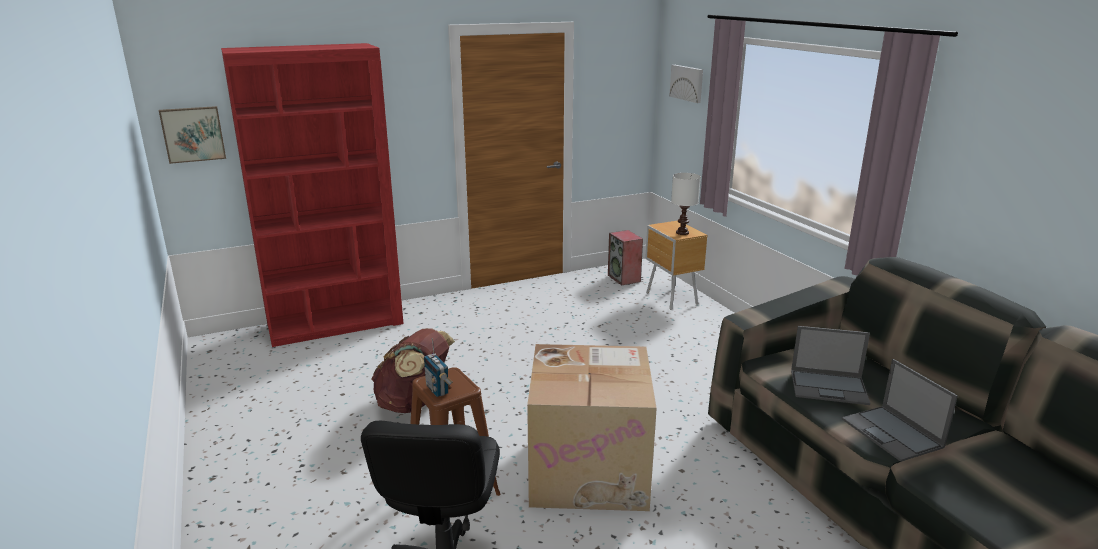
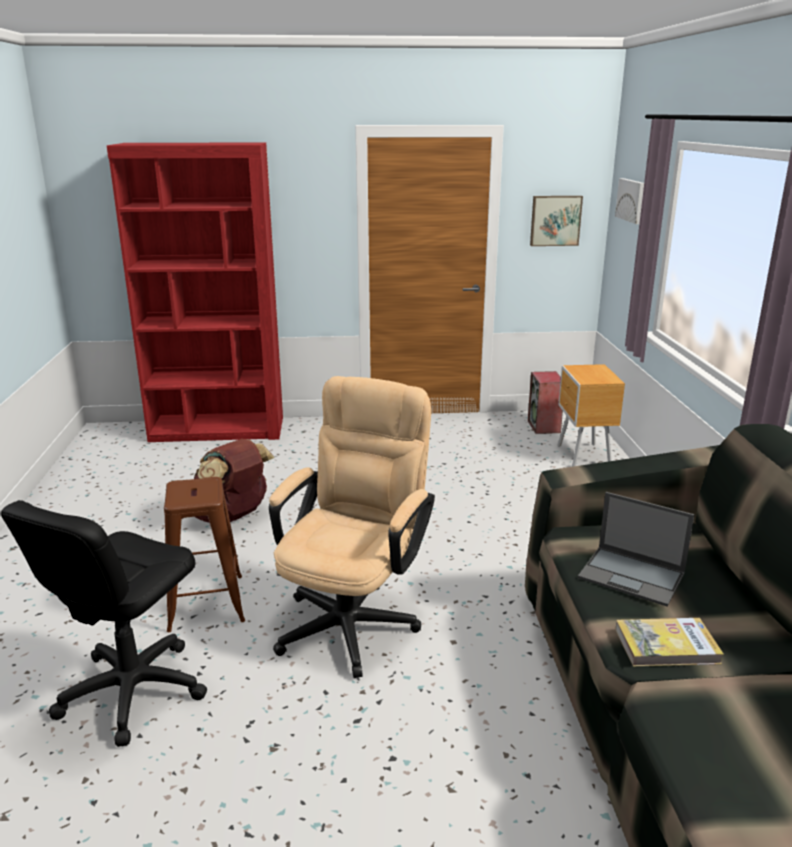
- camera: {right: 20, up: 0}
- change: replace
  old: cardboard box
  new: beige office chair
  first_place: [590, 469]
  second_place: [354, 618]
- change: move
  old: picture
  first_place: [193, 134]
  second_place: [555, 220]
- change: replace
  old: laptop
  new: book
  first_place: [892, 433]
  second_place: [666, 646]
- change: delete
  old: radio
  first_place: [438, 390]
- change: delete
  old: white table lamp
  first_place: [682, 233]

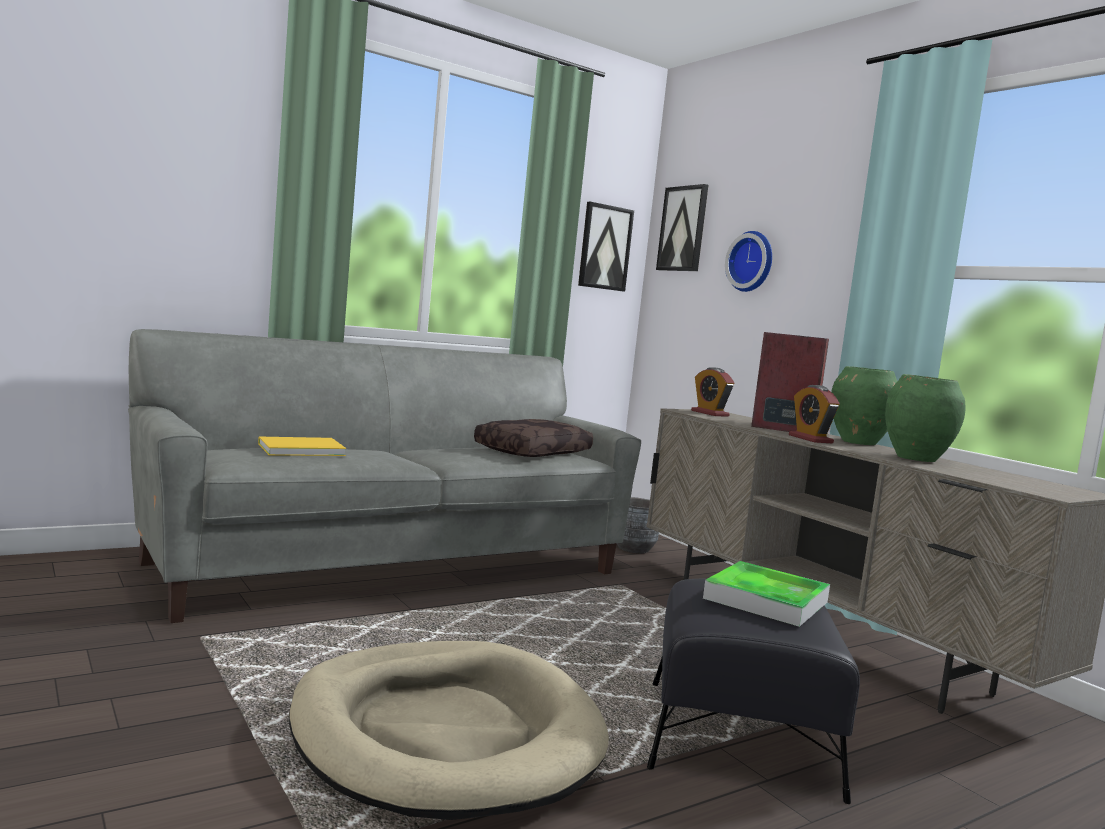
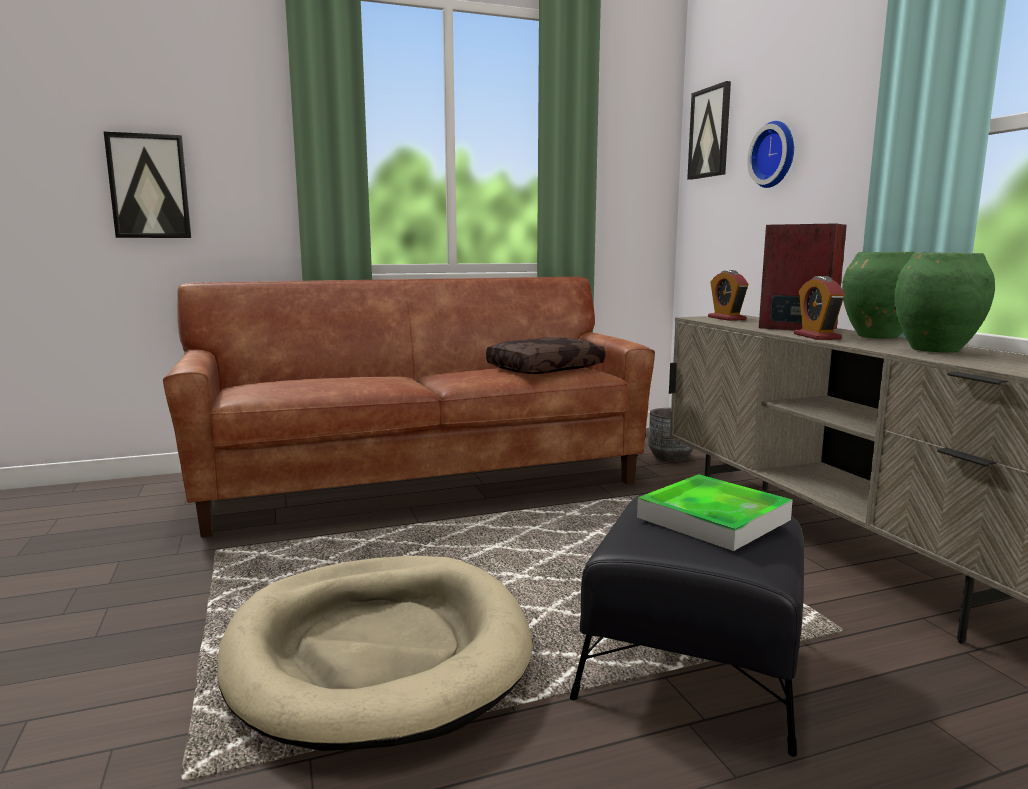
- camera: {right: 15, up: 5}
- change: move
  old: picture
  first_place: [605, 247]
  second_place: [149, 186]
- change: recolor
  old: grey sofa
  new: brown sofa
  first_place: [391, 568]
  second_place: [422, 482]
- change: delete
  old: yellow book
  first_place: [298, 449]

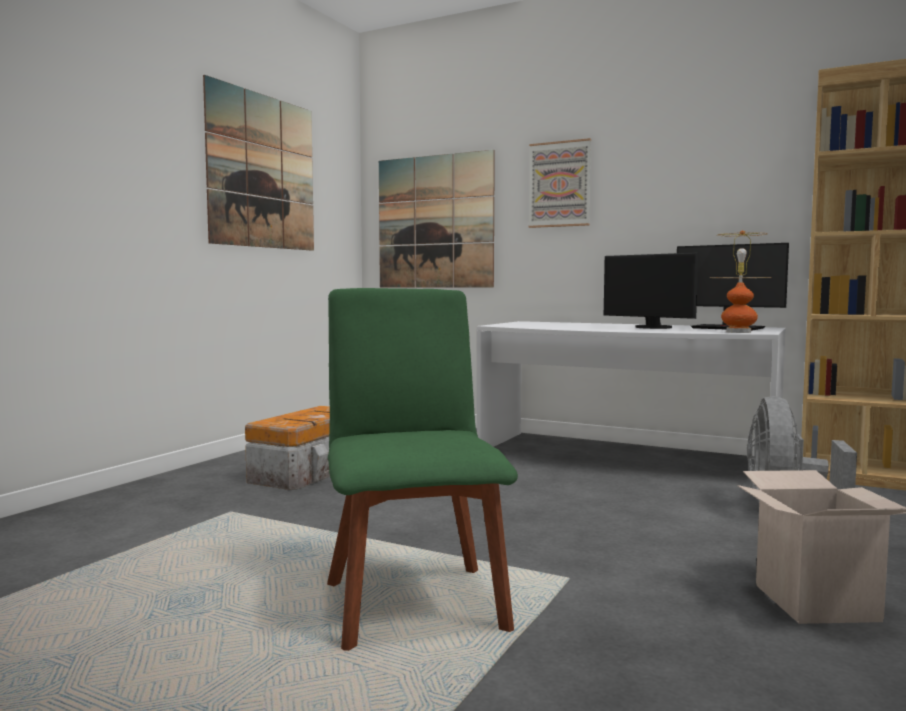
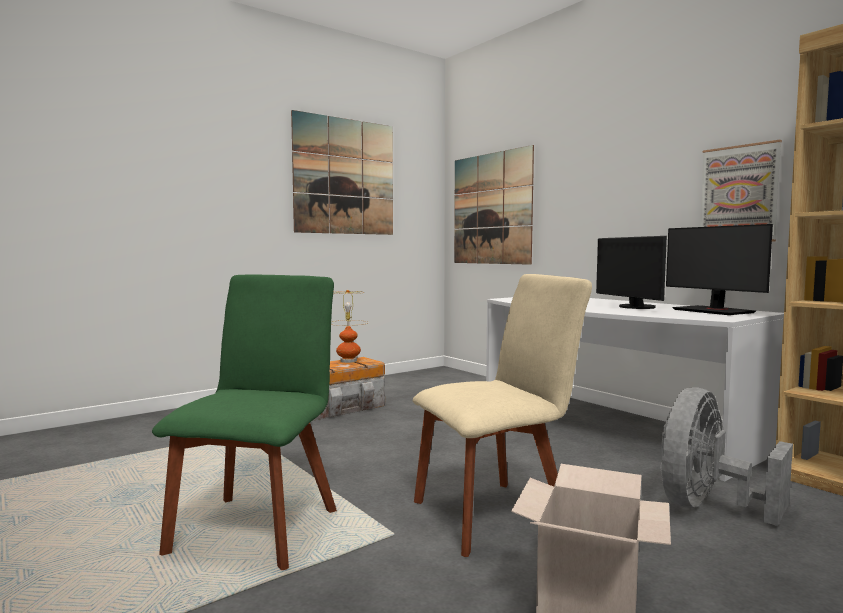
- camera: {right: 25, up: 0}
- change: move
  old: table lamp
  first_place: [738, 332]
  second_place: [348, 361]
- change: insert
  new: beige chair
  second_place: [496, 515]
- change: move
  old: picture
  first_place: [559, 184]
  second_place: [738, 194]

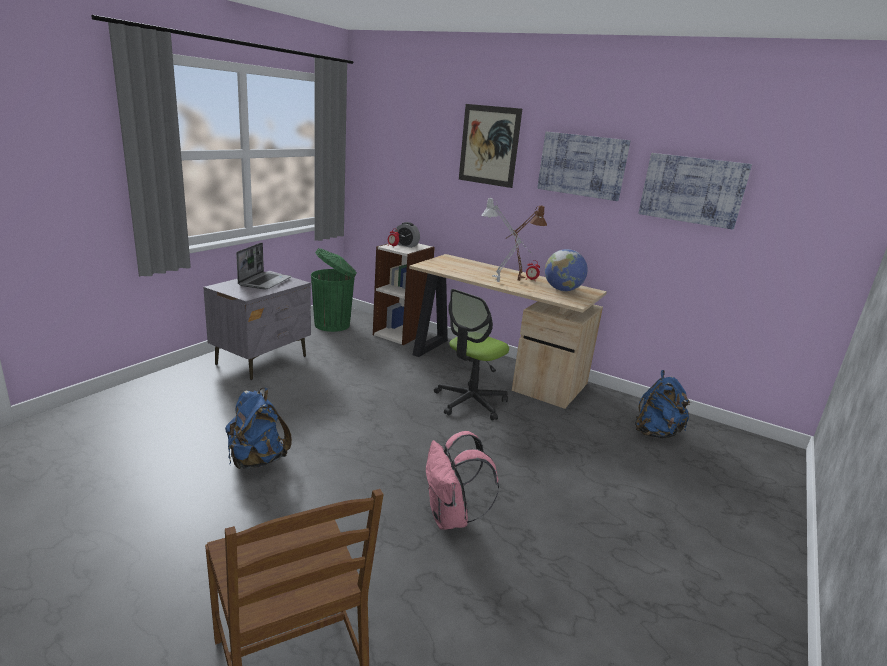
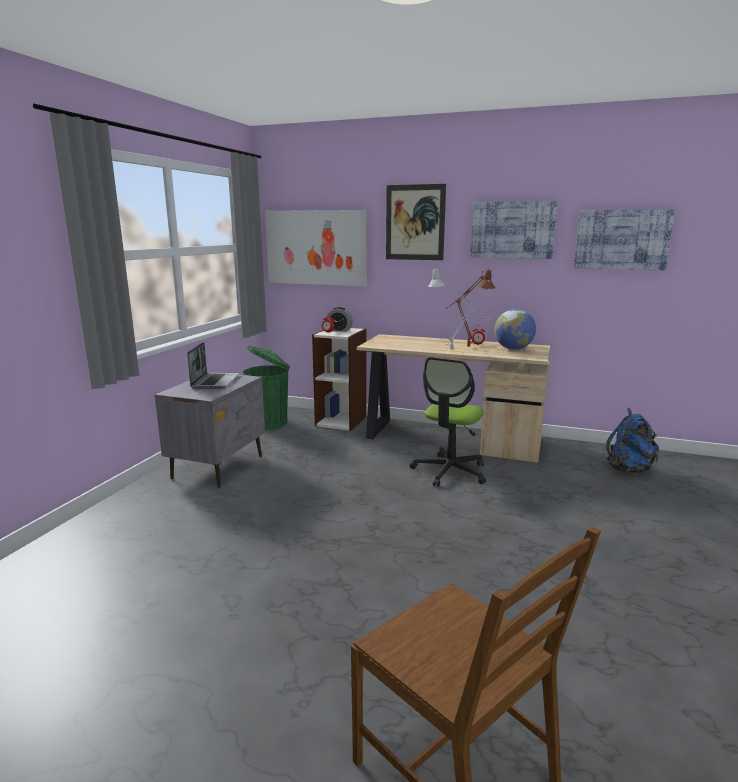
- camera: {right: -10, up: -5}
- change: insert
  new: picture
  second_place: [316, 247]
- change: delete
  old: blue backpack
  first_place: [256, 460]
- change: delete
  old: pink backpack
  first_place: [451, 518]

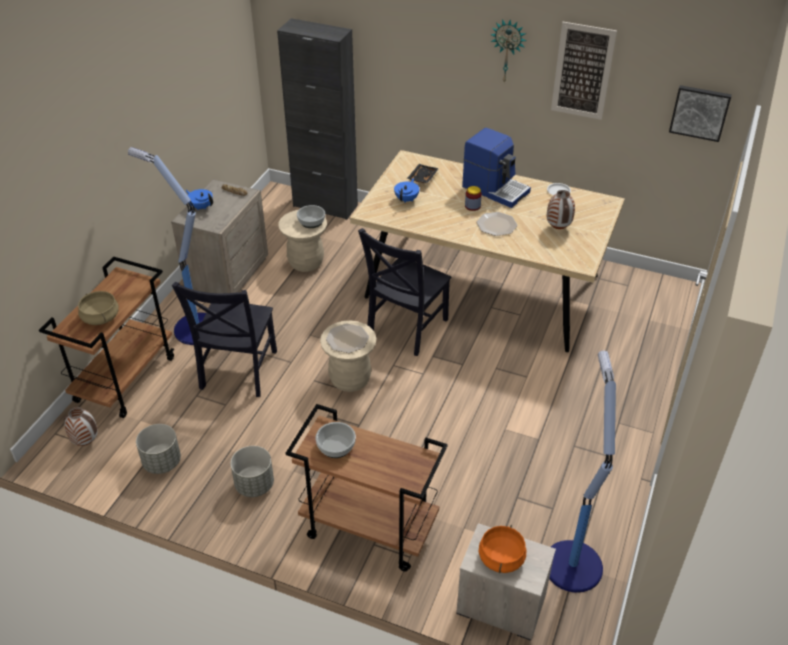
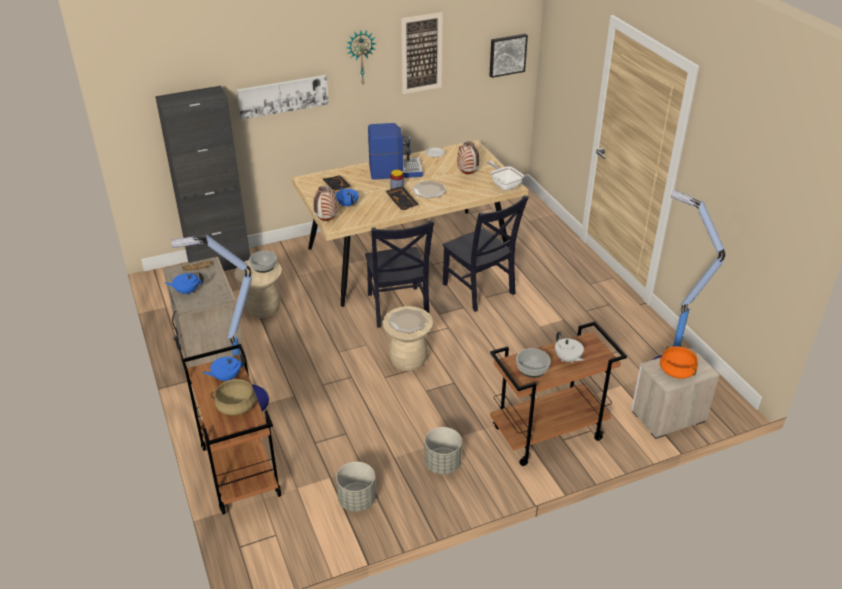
- camera: {right: -45, up: -5}
- change: insert
  new: blue teapot
  second_place: [226, 377]
- change: insert
  new: picture
  second_place: [283, 96]
- change: move
  old: vase
  first_place: [86, 442]
  second_place: [326, 220]
- change: insert
  new: black tray
  second_place: [402, 202]
- change: move
  old: black chair
  first_place: [237, 372]
  second_place: [480, 290]
- change: insert
  new: frying pan
  second_place: [504, 184]
- change: insert
  new: white teapot
  second_place: [567, 359]

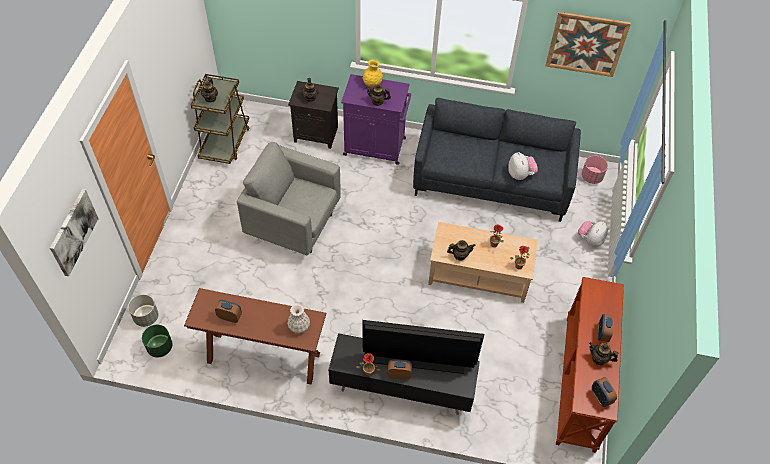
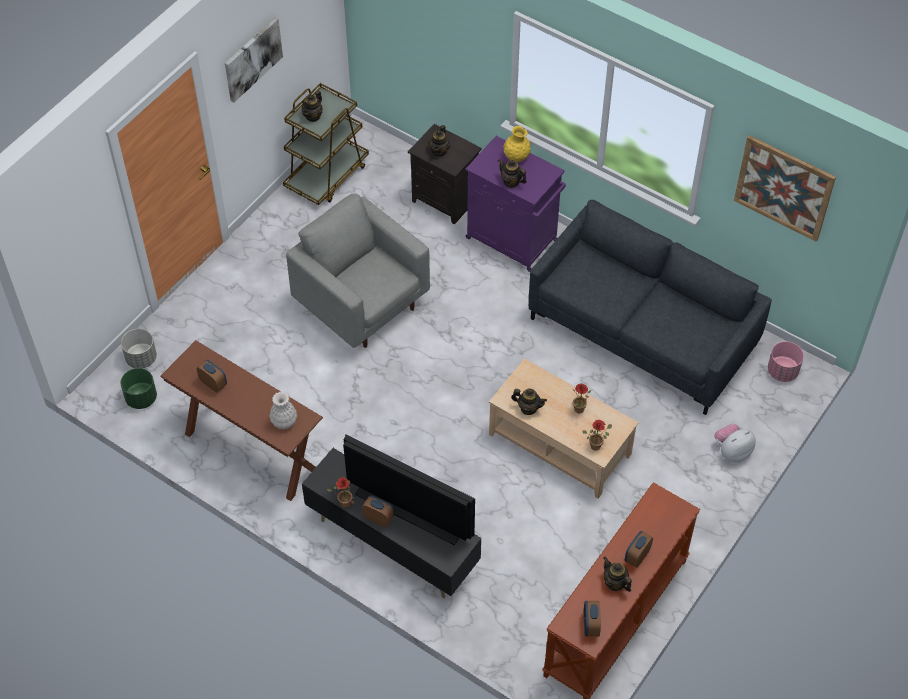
- camera: {right: 25, up: 0}
- change: move
  old: picture
  first_place: [73, 232]
  second_place: [252, 59]
- change: delete
  old: plush toy
  first_place: [520, 175]

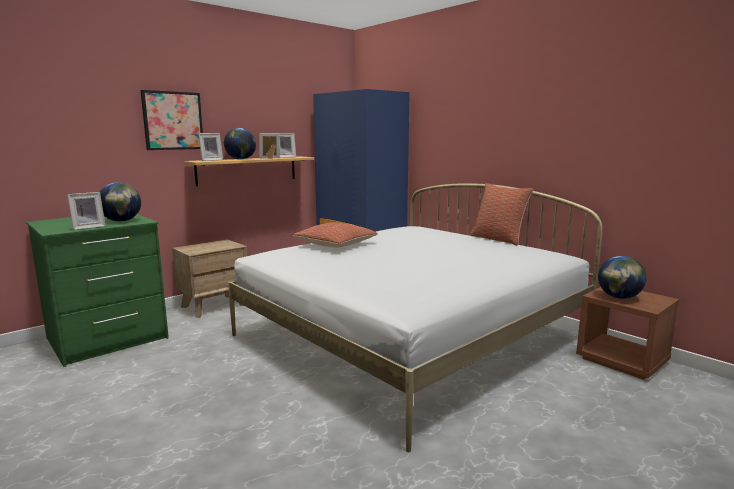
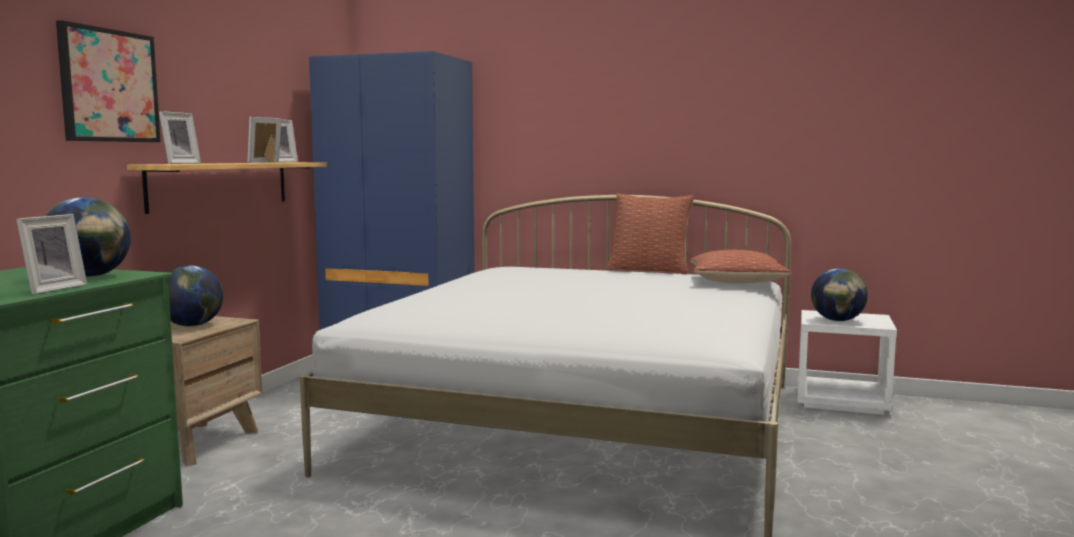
- camera: {right: -30, up: -5}
- change: move
  old: globe
  first_place: [241, 159]
  second_place: [192, 325]
- change: move
  old: pillow
  first_place: [336, 245]
  second_place: [736, 282]
- change: recolor
  old: brown nightstand
  new: white nightstand
  first_place: [622, 360]
  second_place: [842, 401]

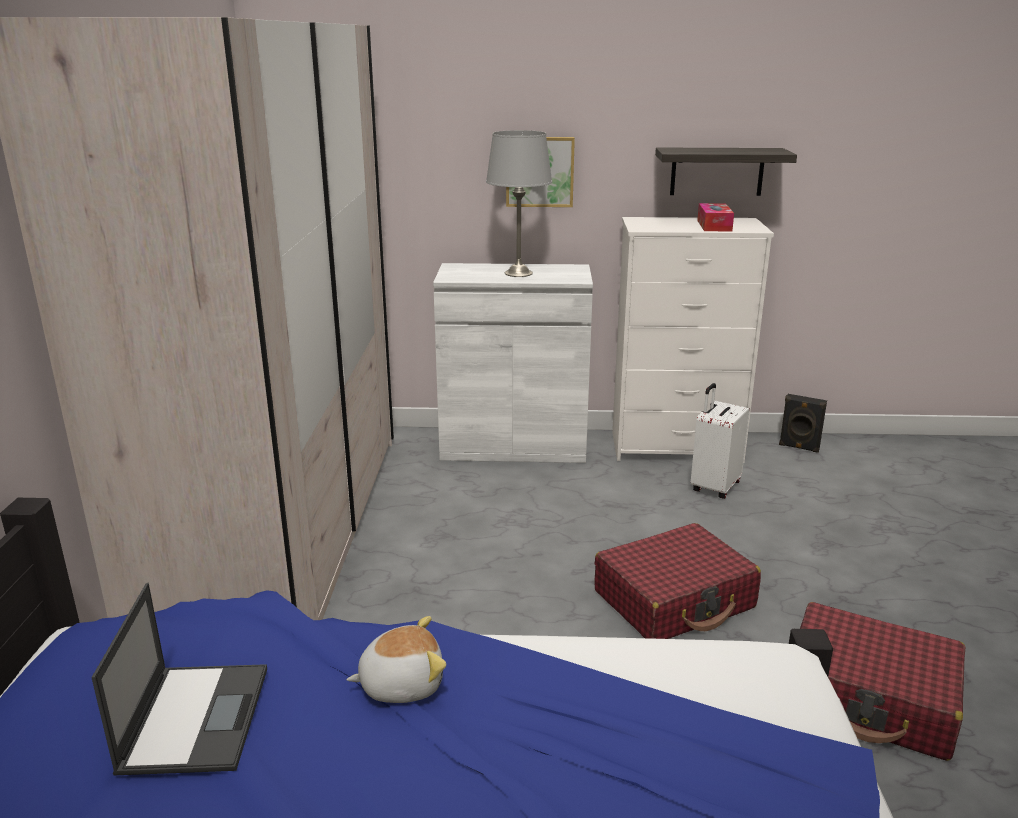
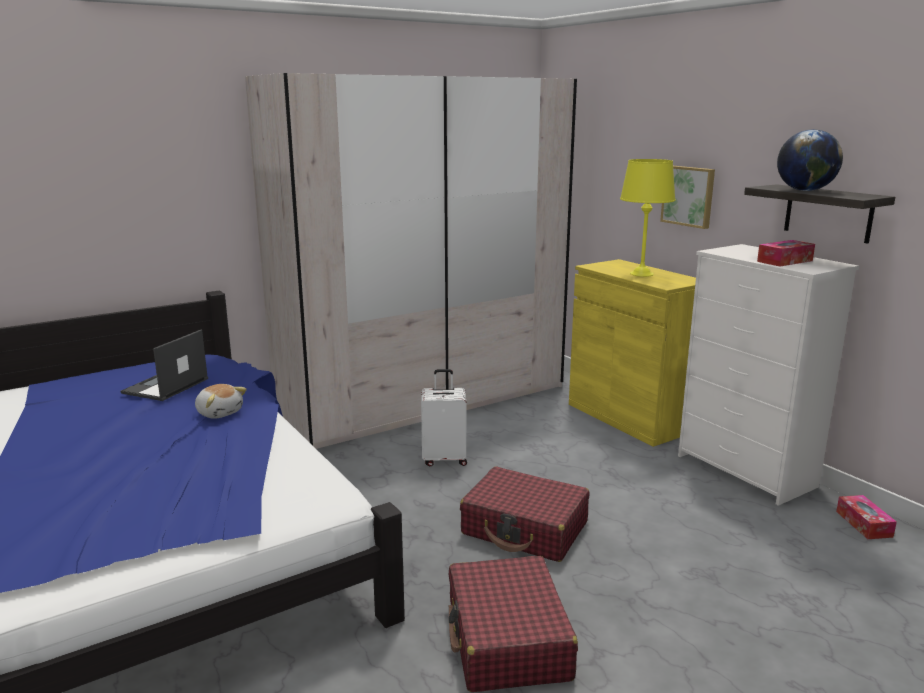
- camera: {right: 55, up: -5}
- change: rotate
  old: laptop
  first_place: [195, 717]
  second_place: [165, 386]
  degrees: 150
- change: move
  old: white suitcase
  first_place: [714, 487]
  second_place: [444, 459]
- change: recolor
  old: white cabinet
  new: yellow cabinet
  first_place: [513, 445]
  second_place: [629, 417]
- change: recolor
  old: grey table lamp
  new: yellow table lamp
  first_place: [518, 273]
  second_place: [641, 274]
- change: insert
  new: globe
  second_place: [805, 190]
- change: replace
  old: black speaker
  new: tissue box
  first_place: [798, 447]
  second_place: [863, 524]

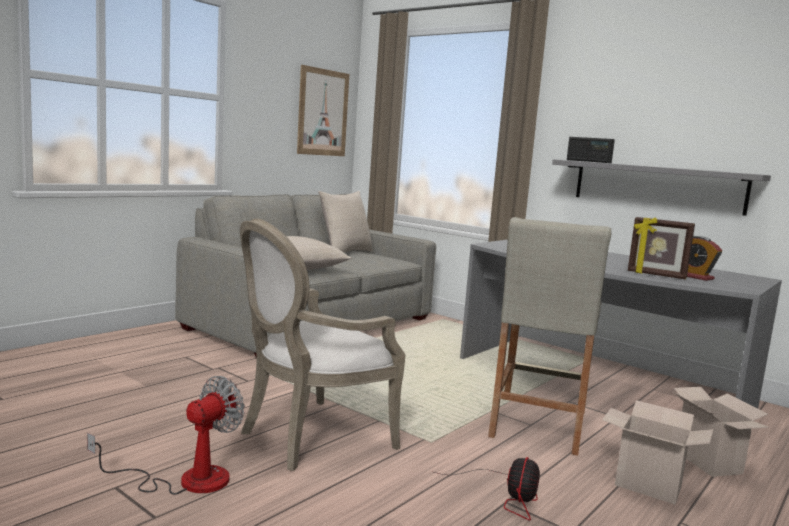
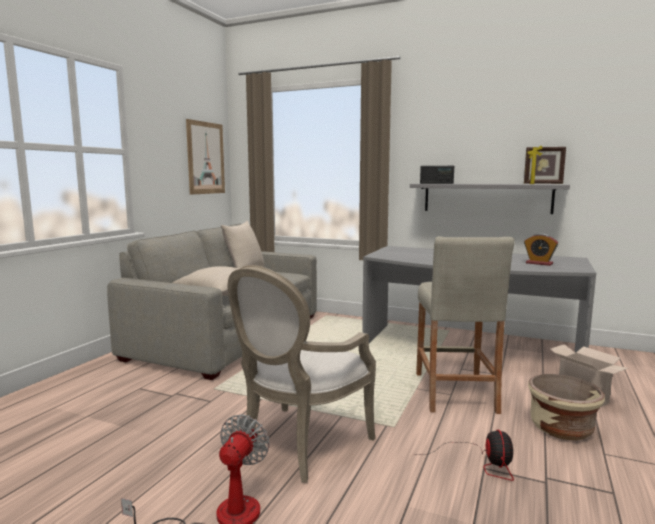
- camera: {right: -15, up: 0}
- change: move
  old: picture frame
  first_place: [656, 275]
  second_place: [543, 184]
- change: replace
  old: cardboard box
  new: beige planter
  first_place: [645, 486]
  second_place: [561, 429]

